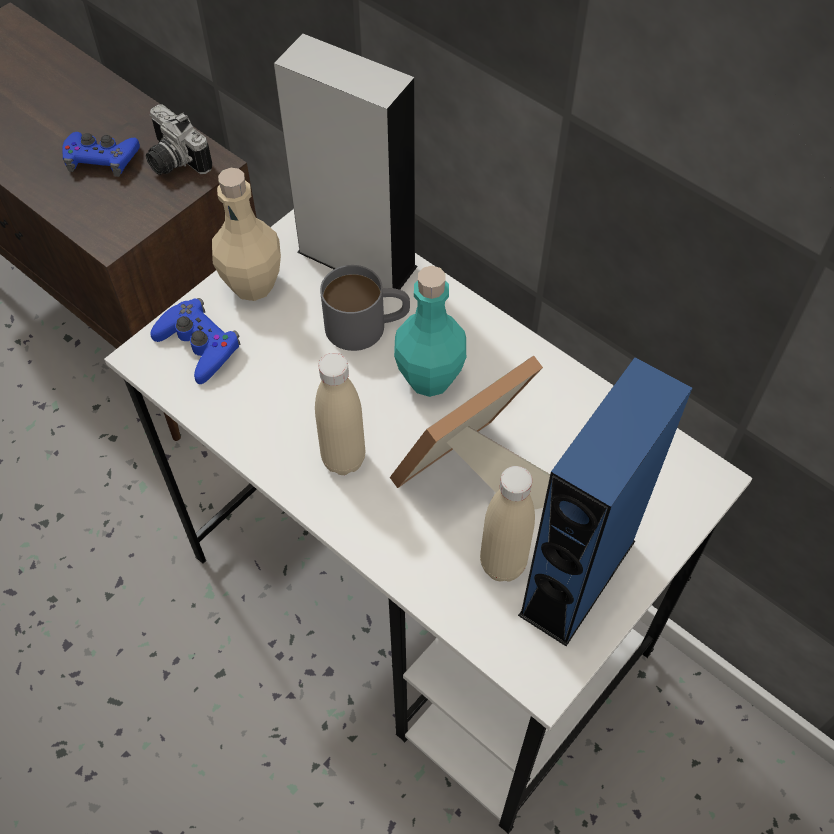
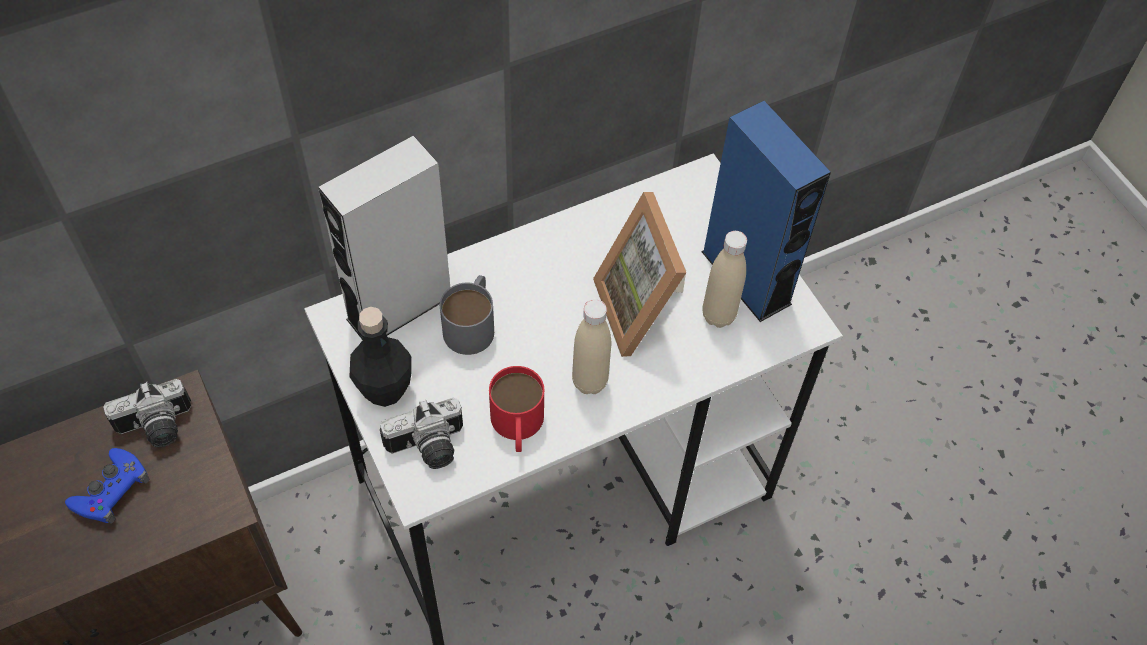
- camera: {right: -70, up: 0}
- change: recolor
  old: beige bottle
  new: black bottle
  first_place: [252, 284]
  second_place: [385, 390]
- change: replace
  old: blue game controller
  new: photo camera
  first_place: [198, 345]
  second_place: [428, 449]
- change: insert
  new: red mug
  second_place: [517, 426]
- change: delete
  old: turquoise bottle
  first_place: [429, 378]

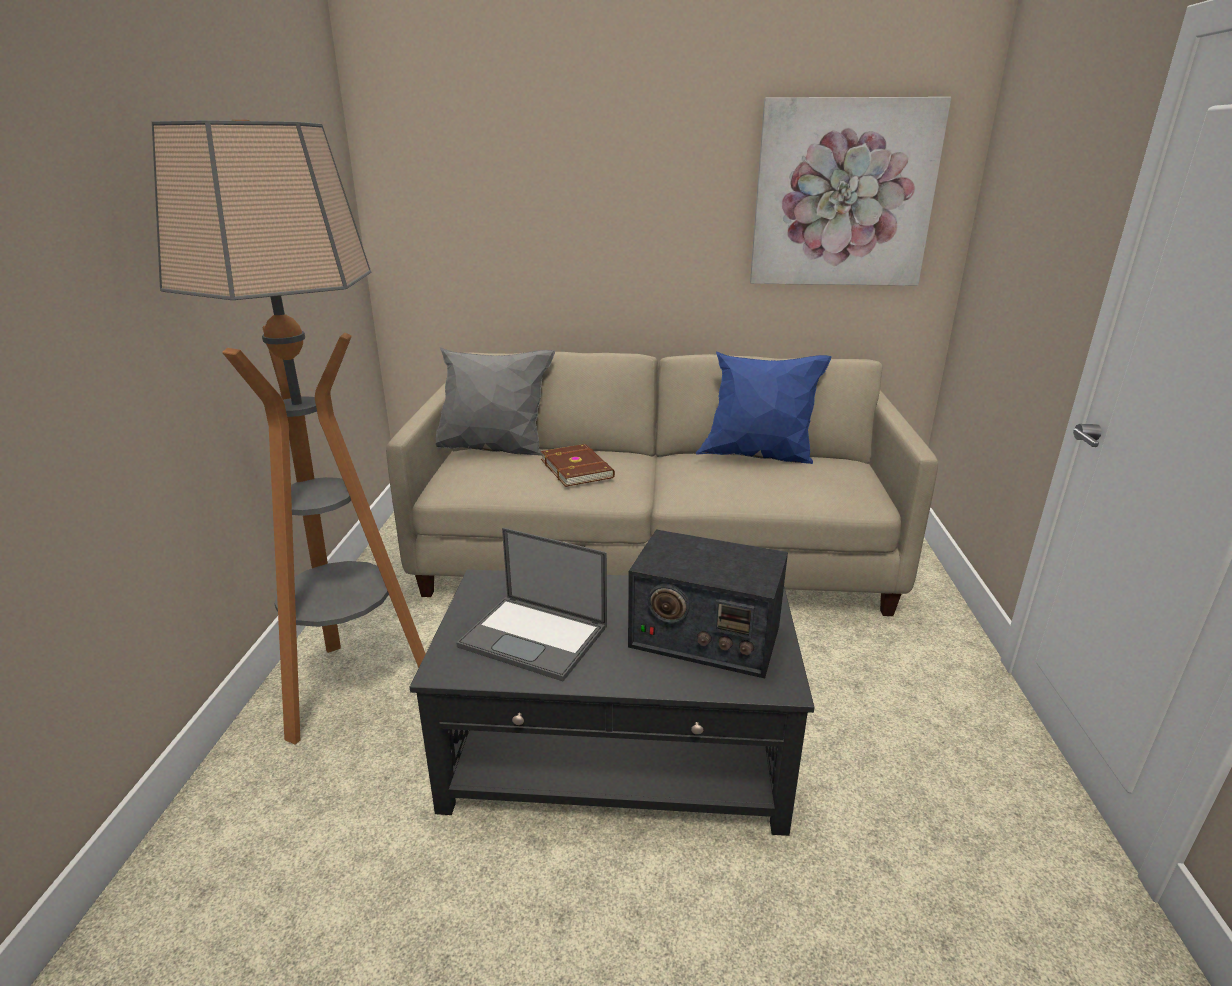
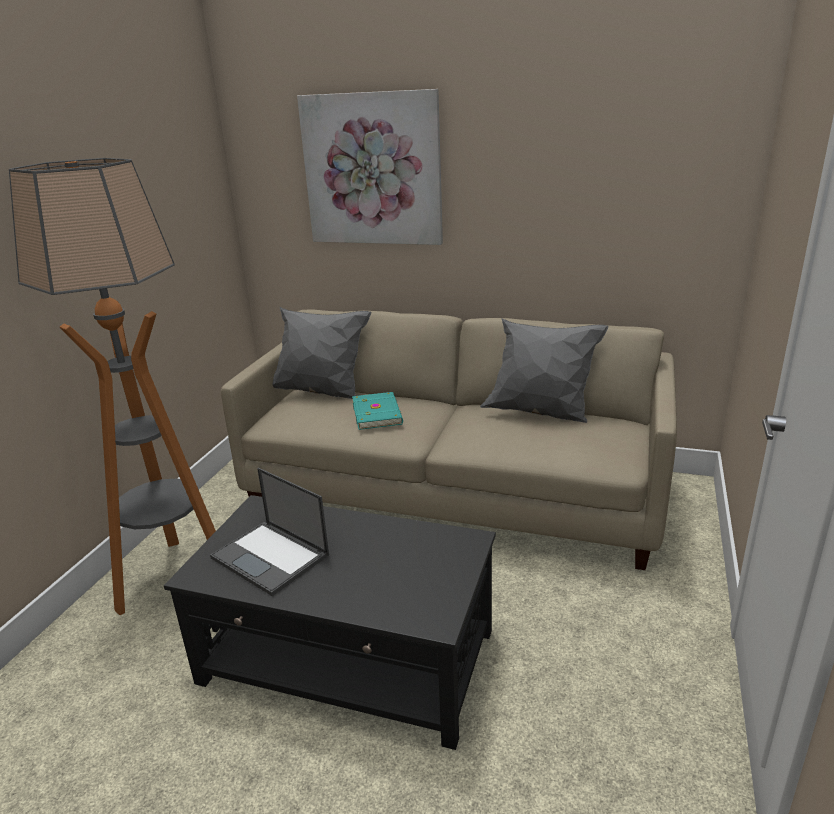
- camera: {right: 15, up: 0}
- change: move
  old: picture
  first_place: [843, 195]
  second_place: [372, 170]
- change: recolor
  old: brown book
  new: turquoise book
  first_place: [577, 468]
  second_place: [378, 413]
- change: recolor
  old: blue pillow
  new: grey pillow
  first_place: [759, 457]
  second_place: [541, 413]
- change: delete
  old: radio
  first_place: [704, 636]

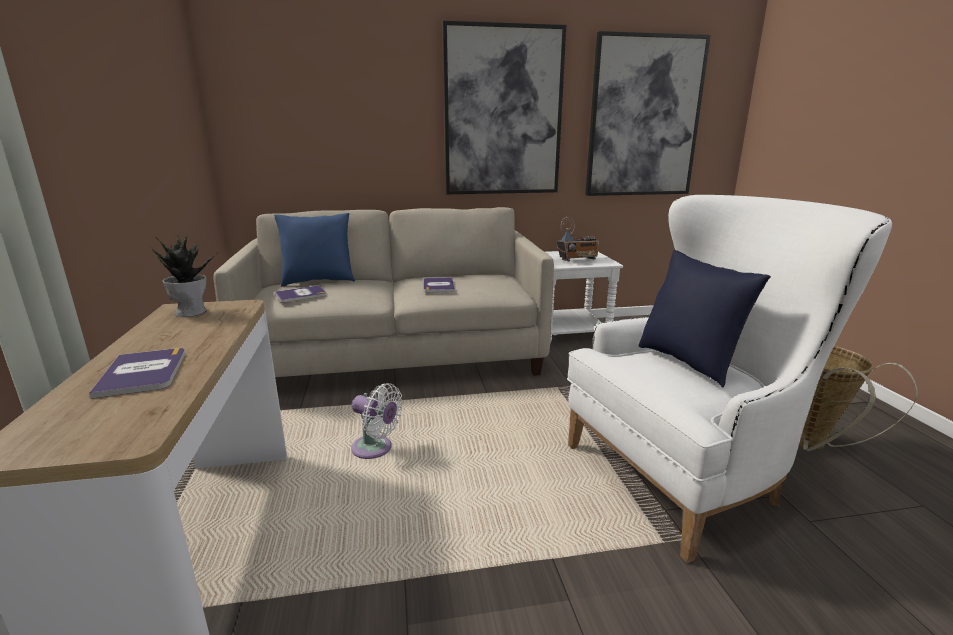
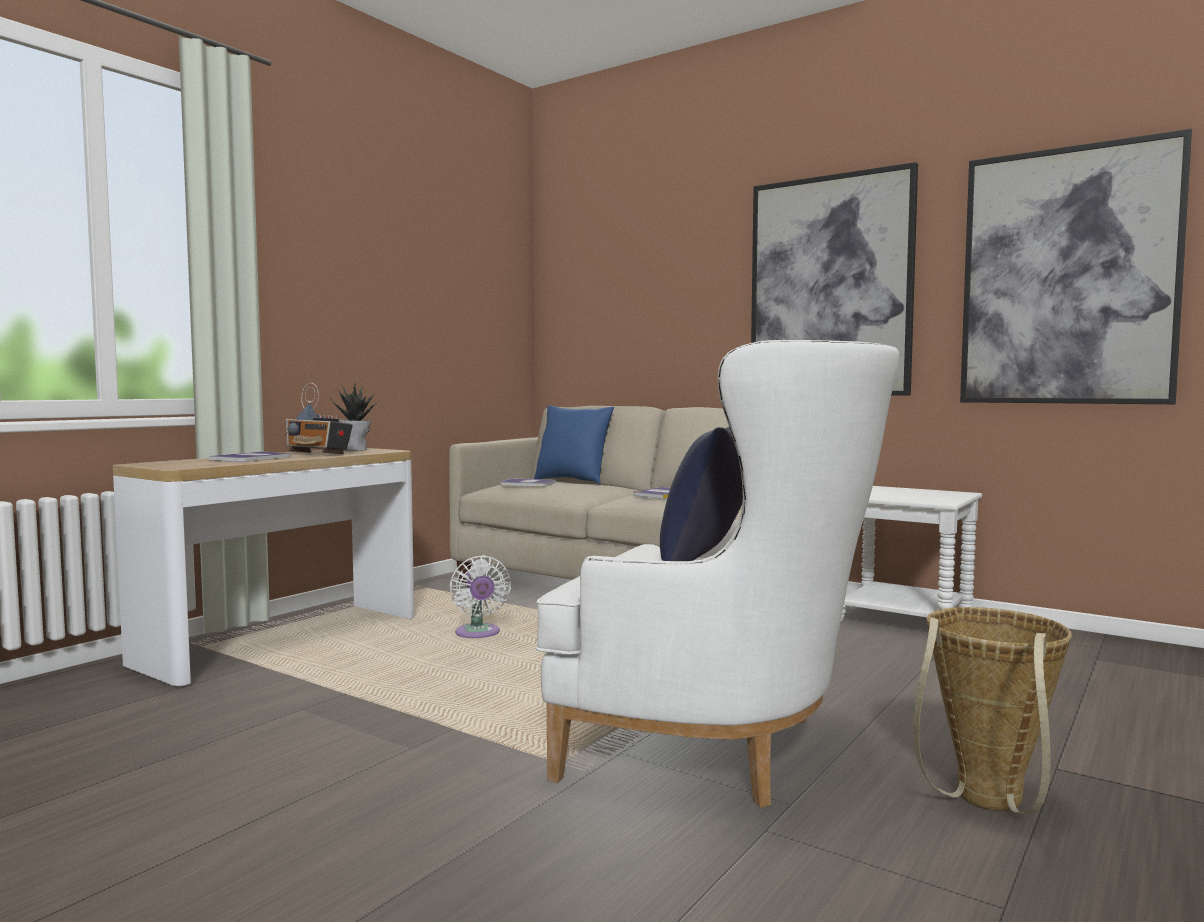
- camera: {right: 45, up: -15}
- change: move
  old: radio
  first_place: [577, 260]
  second_place: [318, 454]

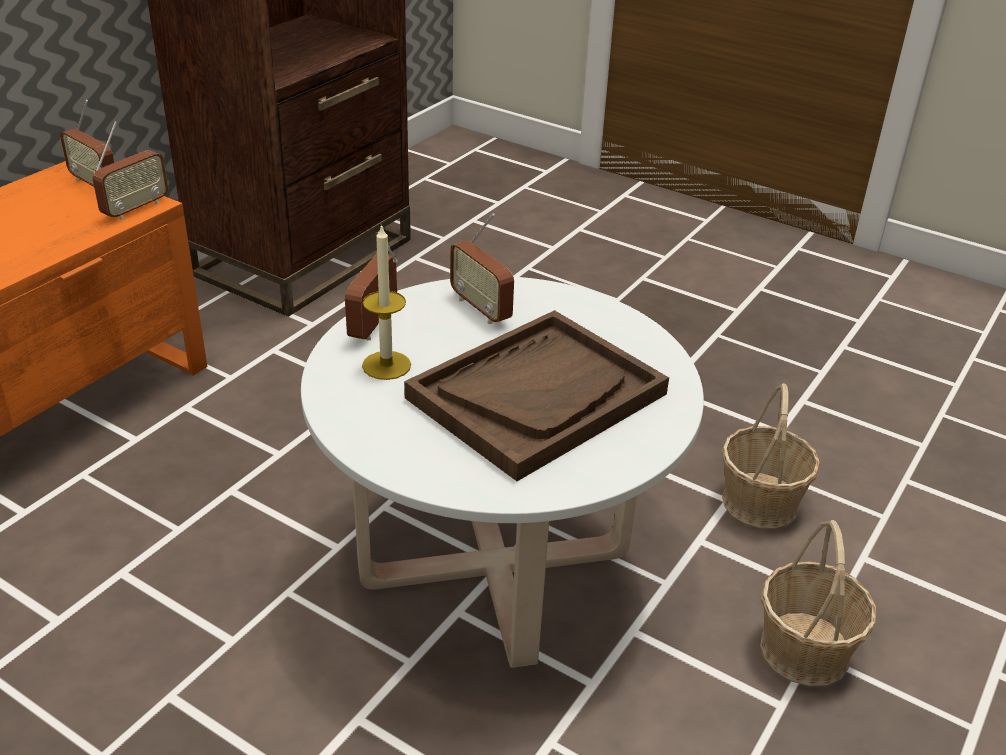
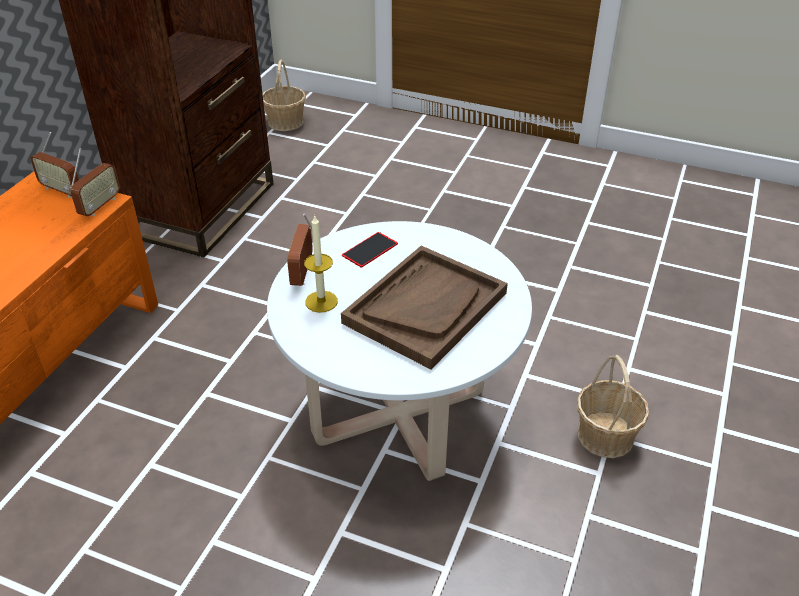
- camera: {right: -10, up: 5}
- change: move
  old: basket
  first_place: [760, 502]
  second_place: [286, 122]
- change: replace
  old: radio
  new: phone
  first_place: [481, 309]
  second_place: [370, 249]

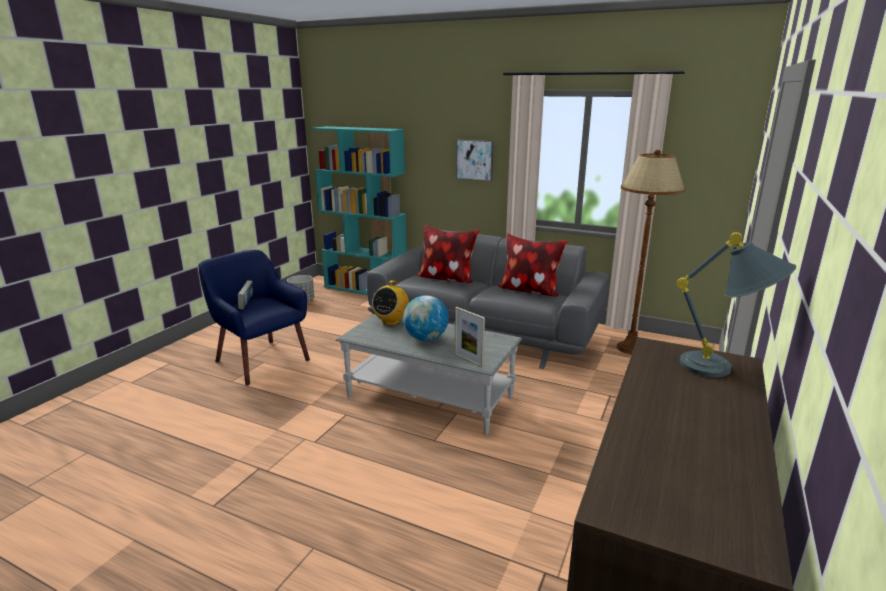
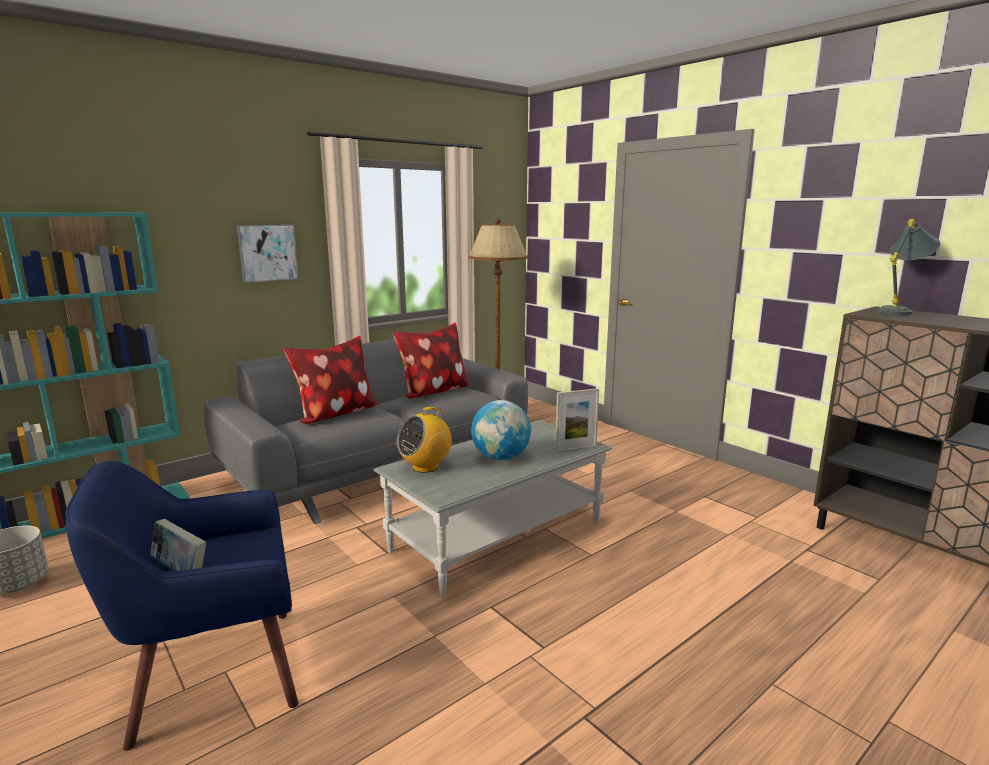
- camera: {right: -65, up: -5}
- change: rotate
  old: radio
  first_place: [391, 321]
  second_place: [425, 467]
  degrees: 90

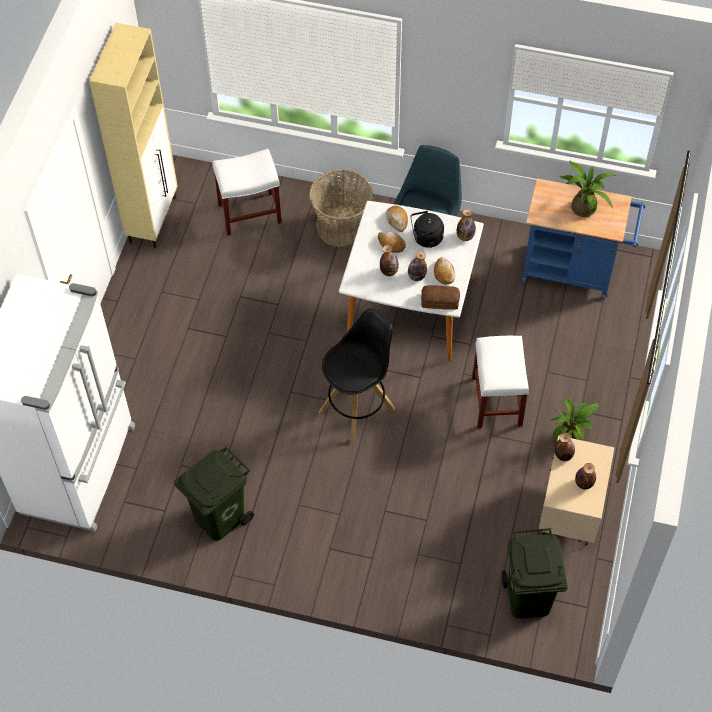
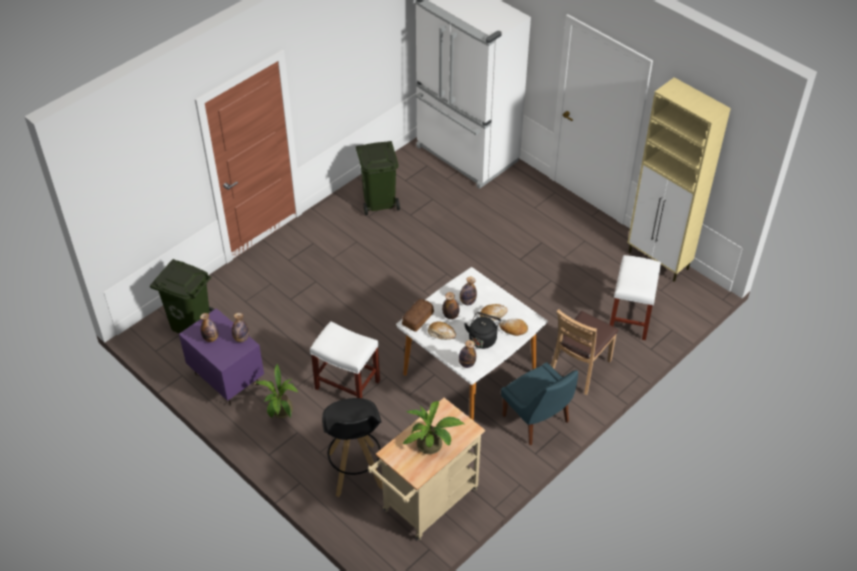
- camera: {right: 120, up: -10}
- change: recolor
  old: beige nightstand
  new: purple nightstand
  first_place: [570, 512]
  second_place: [227, 380]
- change: move
  old: black stool
  first_place: [358, 410]
  second_place: [355, 470]
- change: recolor
  old: blue cart
  new: beige cart
  first_place: [574, 272]
  second_place: [426, 504]
- change: replace
  old: basket
  new: brown chair
  first_place: [341, 226]
  second_place: [580, 368]

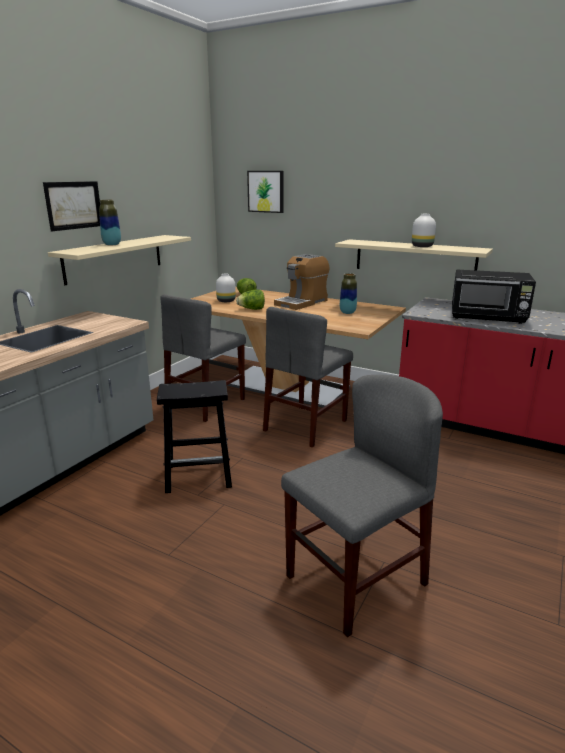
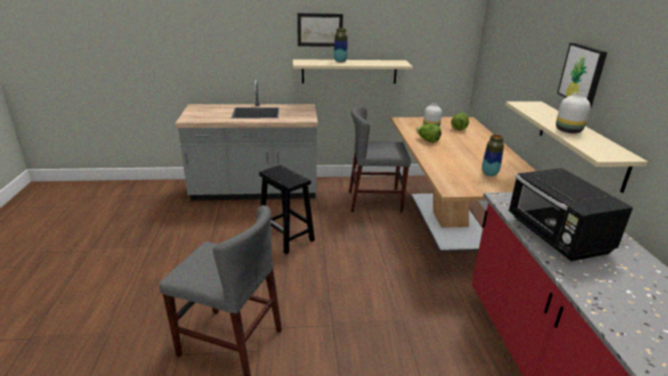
- camera: {right: 55, up: 5}
- change: move
  old: picture
  first_place: [266, 191]
  second_place: [583, 74]
- change: delete
  old: grey chair
  first_place: [306, 425]
- change: delete
  old: coffee machine
  first_place: [302, 302]

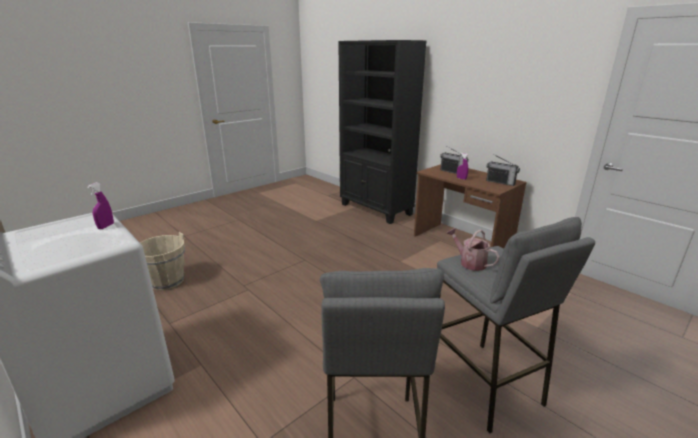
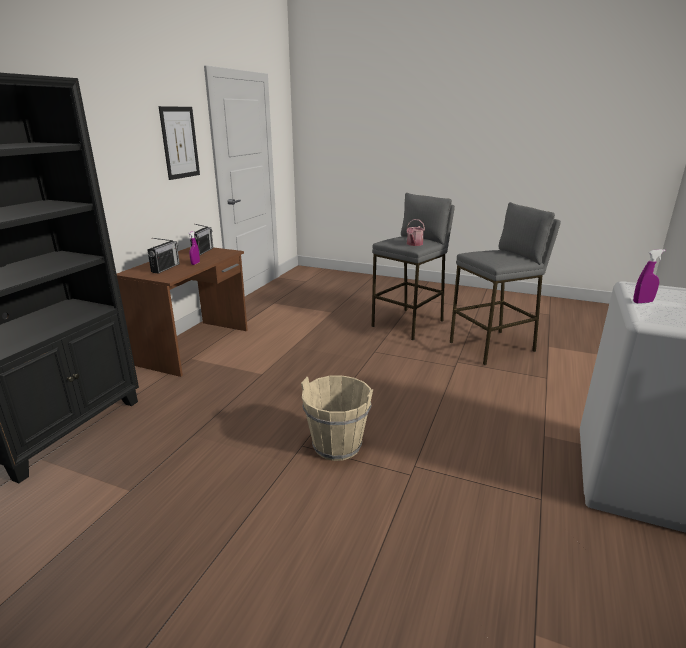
- camera: {right: -115, up: 0}
- change: insert
  new: picture
  second_place: [180, 142]
- change: move
  old: beige bucket
  first_place: [167, 281]
  second_place: [337, 445]

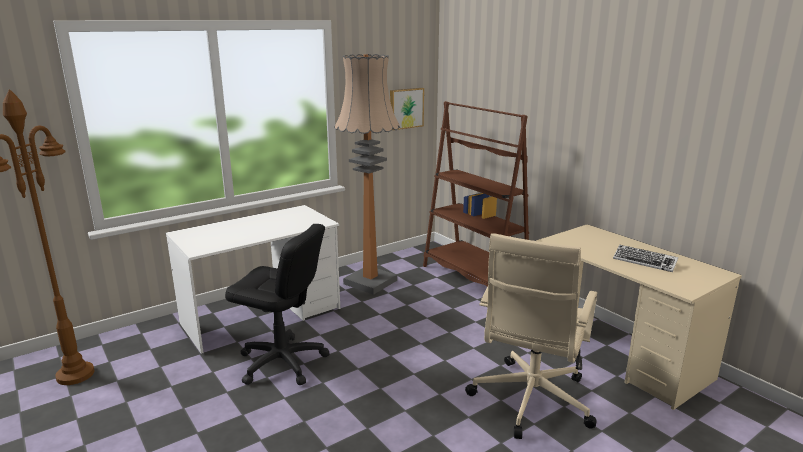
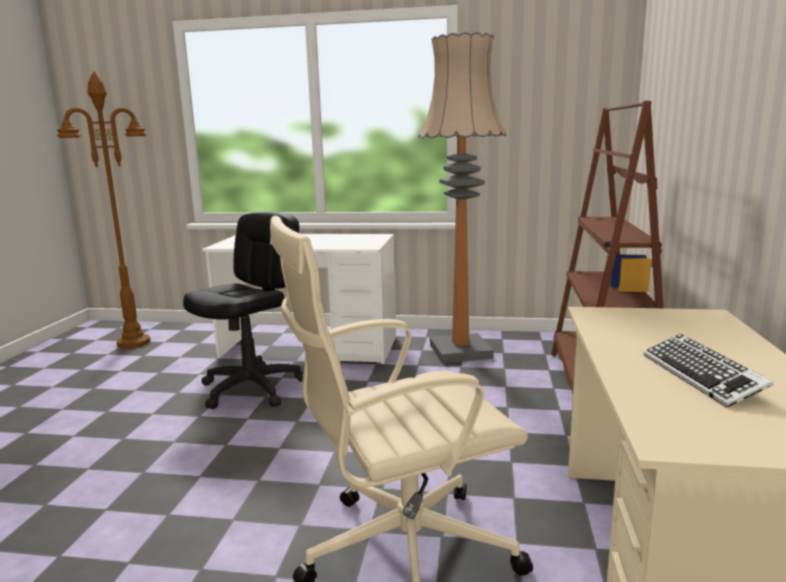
- camera: {right: 45, up: -5}
- change: rotate
  old: black office chair
  first_place: [282, 362]
  second_place: [252, 388]
  degrees: -120
- change: delete
  old: picture
  first_place: [405, 108]

